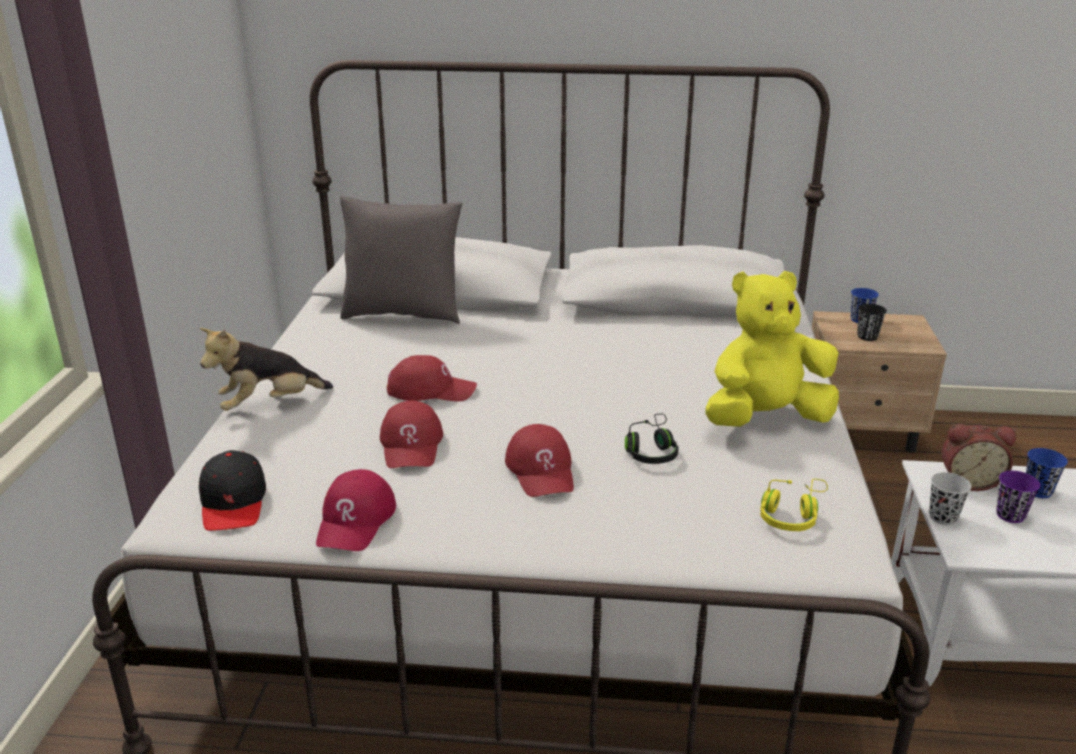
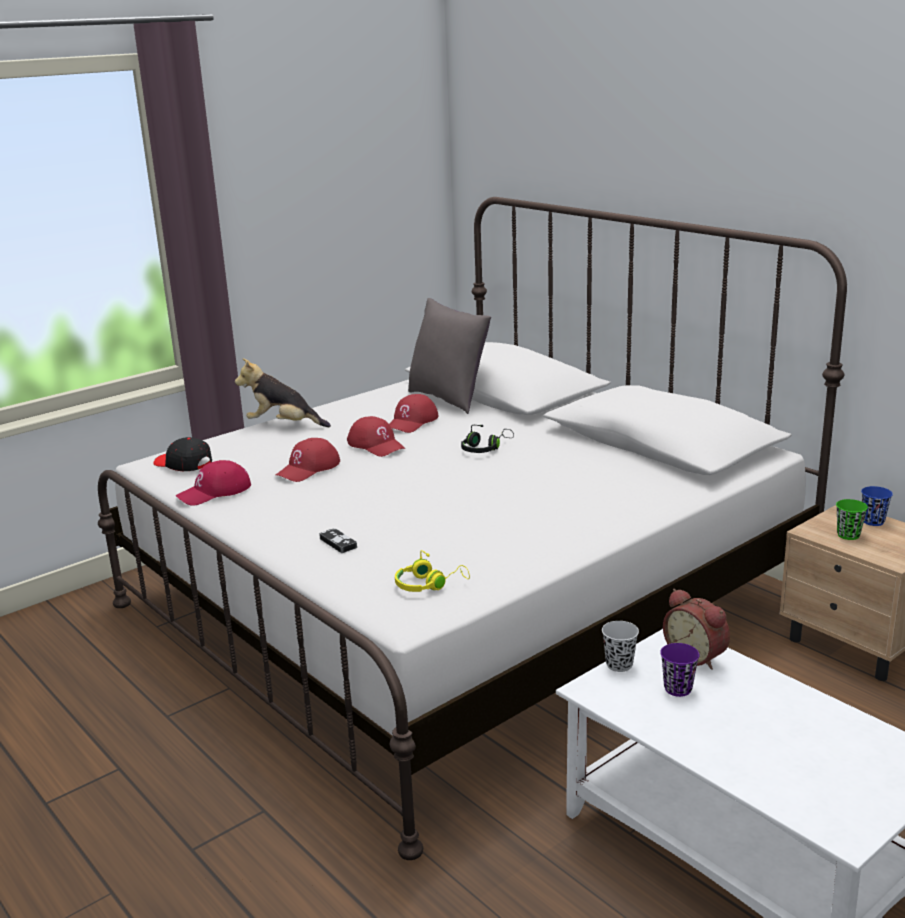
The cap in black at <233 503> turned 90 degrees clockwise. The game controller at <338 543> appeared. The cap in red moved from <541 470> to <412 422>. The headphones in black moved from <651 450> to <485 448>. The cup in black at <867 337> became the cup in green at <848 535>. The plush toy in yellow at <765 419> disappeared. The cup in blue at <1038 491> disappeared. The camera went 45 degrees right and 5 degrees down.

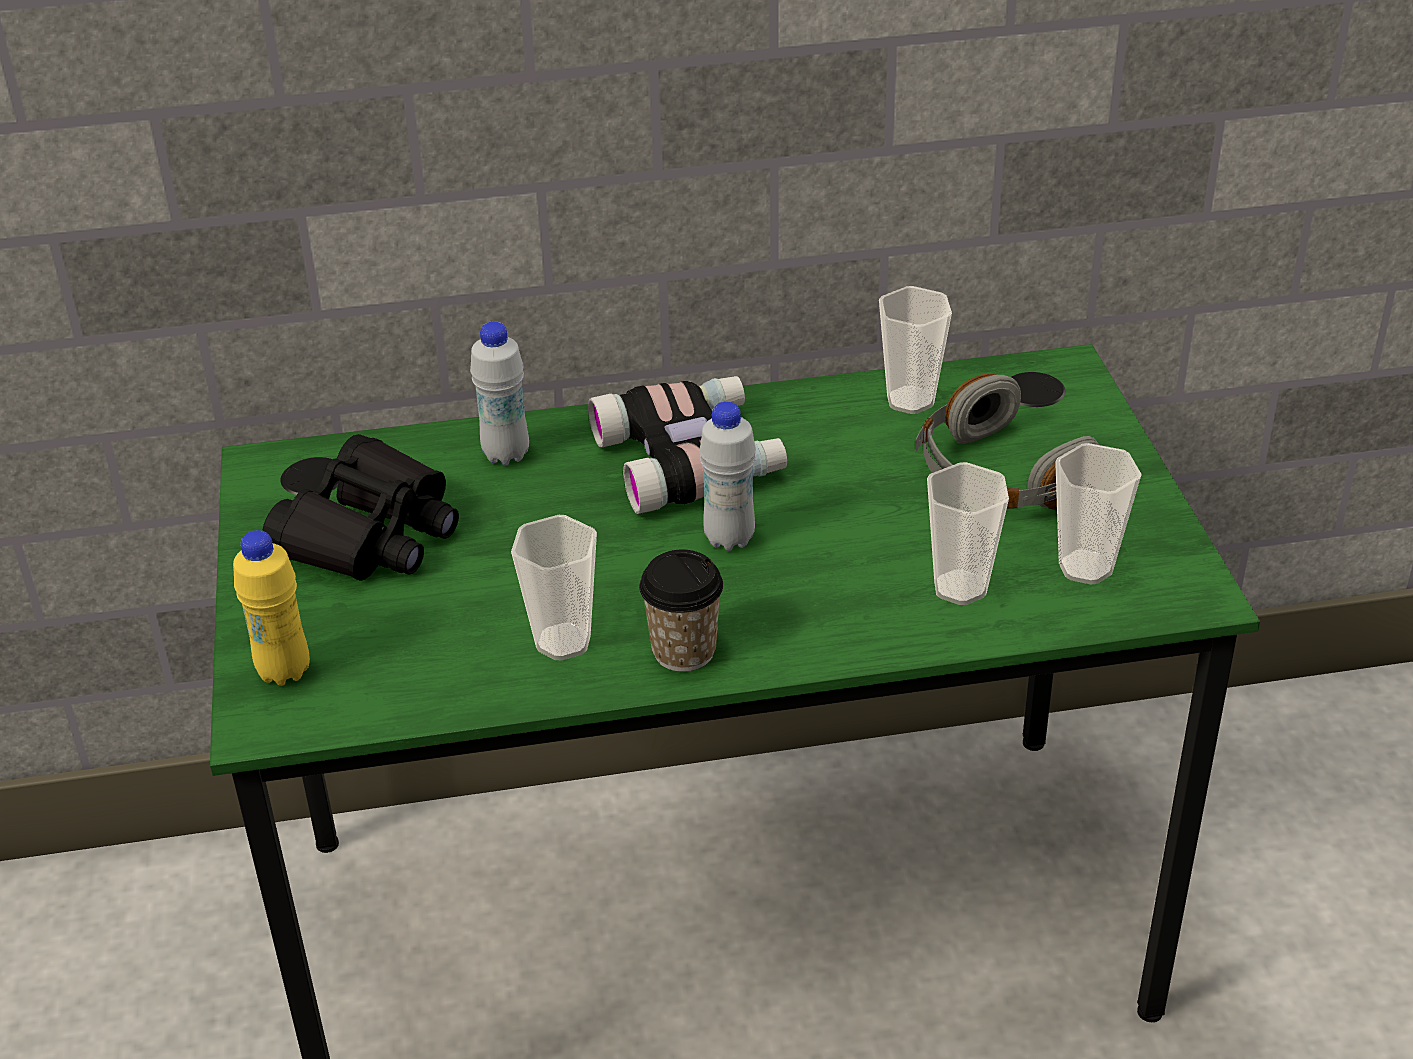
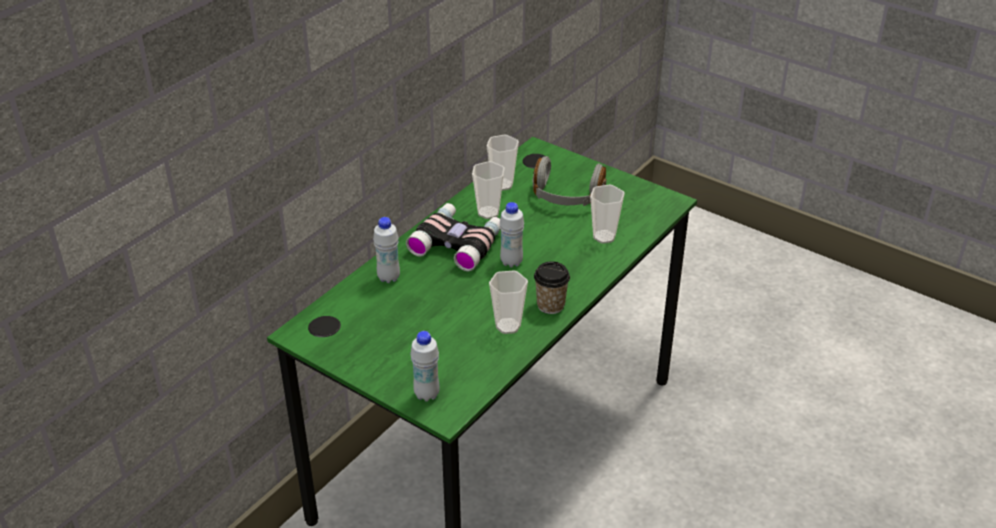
The bottle in yellow at <284 671> became the bottle in white at <426 394>. The cup moved from <1085 567> to <488 213>. The binoculars in black at <371 534> disappeared. The camera went 45 degrees left and 0 degrees up.

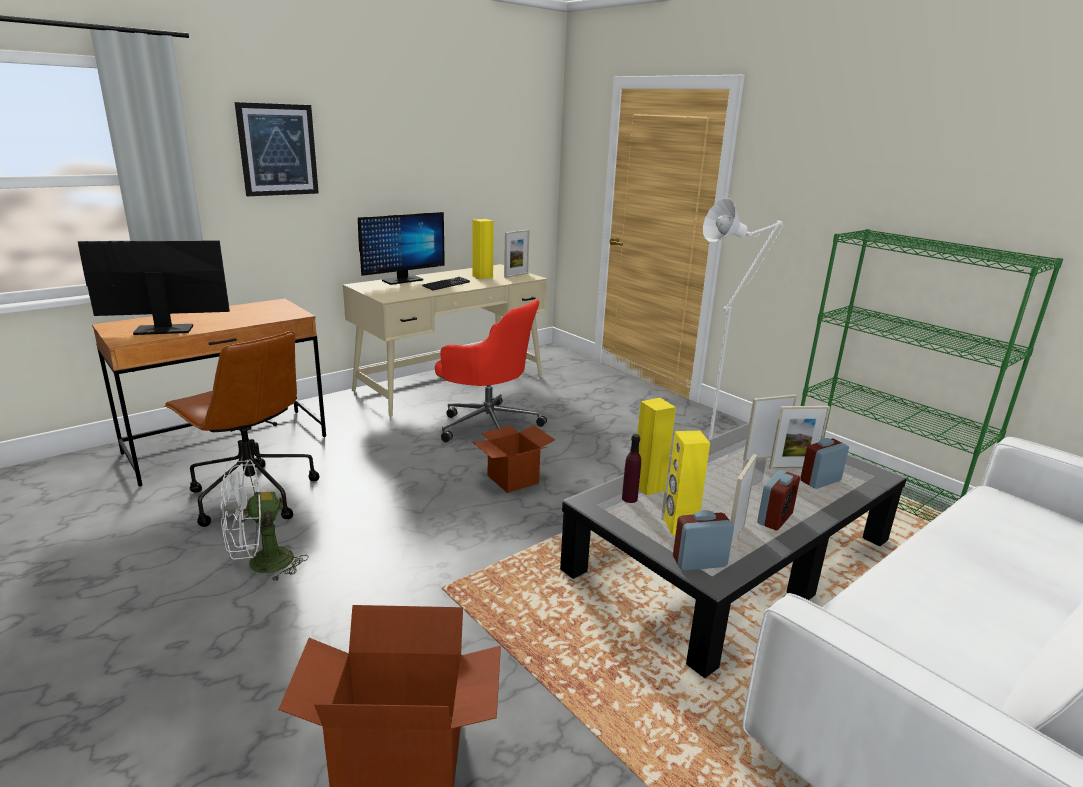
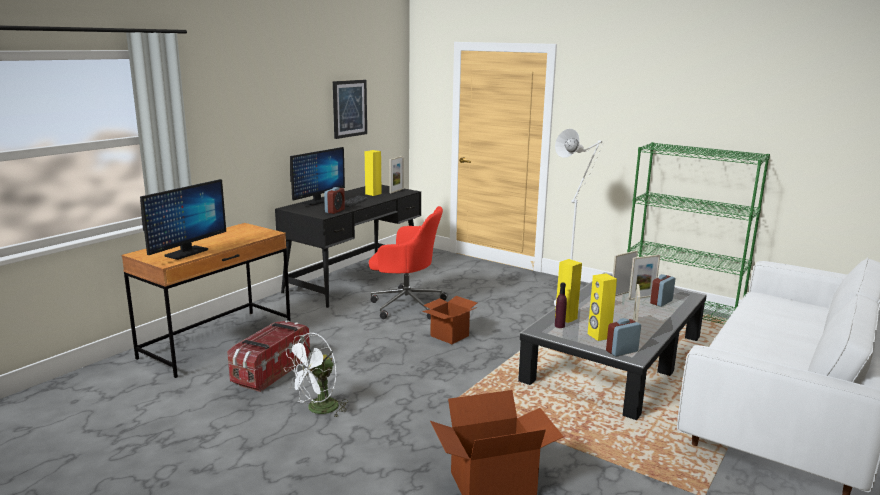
The monitor at <164 330> turned 150 degrees clockwise. The office chair in brown at <252 495> was replaced by the storage box at <270 371>. The desk in beige at <451 382> became the desk in black at <354 279>. The alarm clock moved from <774 519> to <335 211>. The picture moved from <278 150> to <349 108>. The camera went 15 degrees left and 5 degrees down.

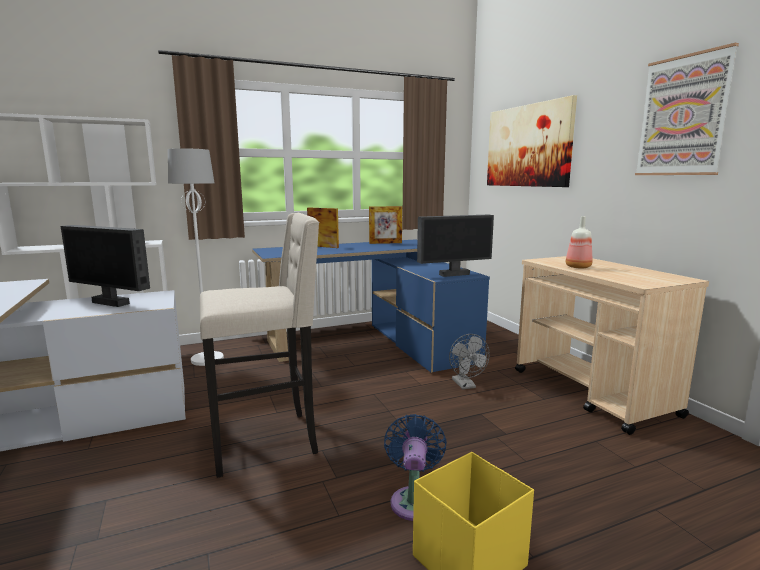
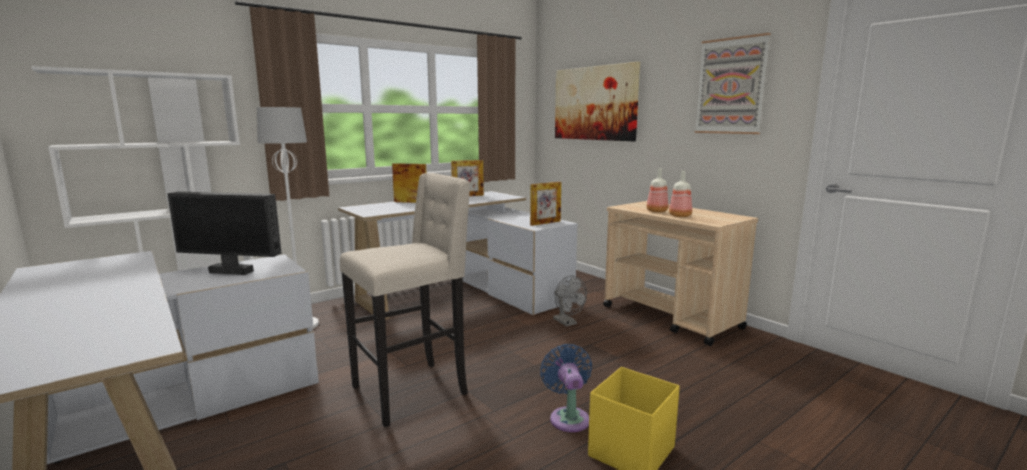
The desk in blue at <374 343> became the desk in white at <465 294>. The monitor at <453 274> was replaced by the picture frame at <545 223>. The bottle at <680 216> appeared. The camera went 15 degrees left and 0 degrees up.

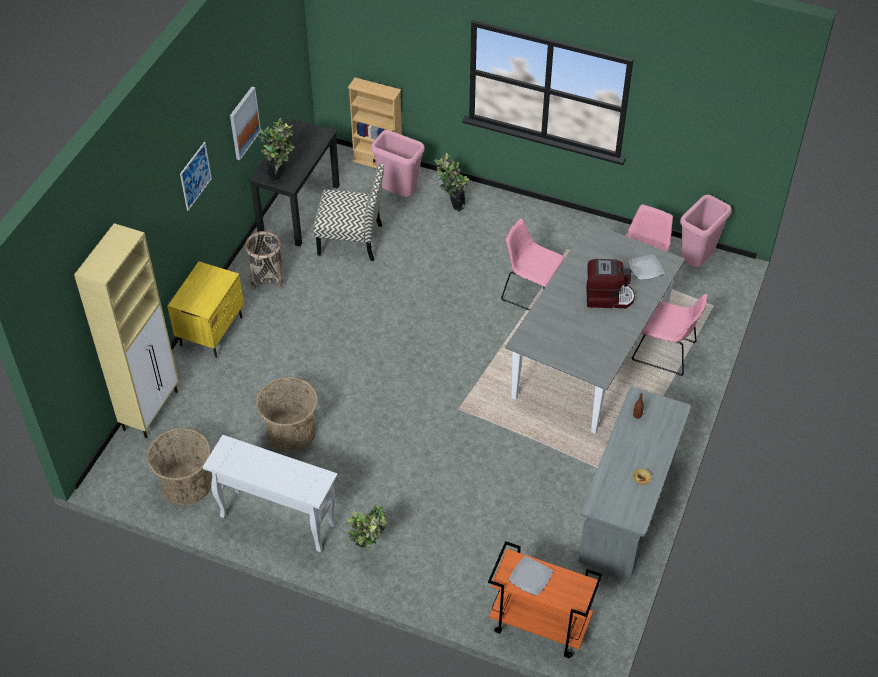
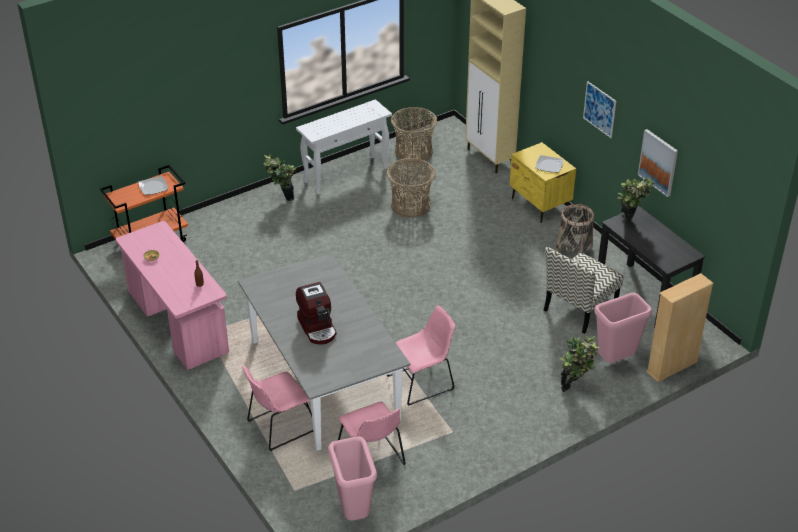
The desk in grey at <628 507> became the desk in pink at <177 323>. The coffee machine at <608 297> turned 60 degrees counterclockwise. The plate moved from <645 268> to <549 165>. The camera went 125 degrees right and 10 degrees down.

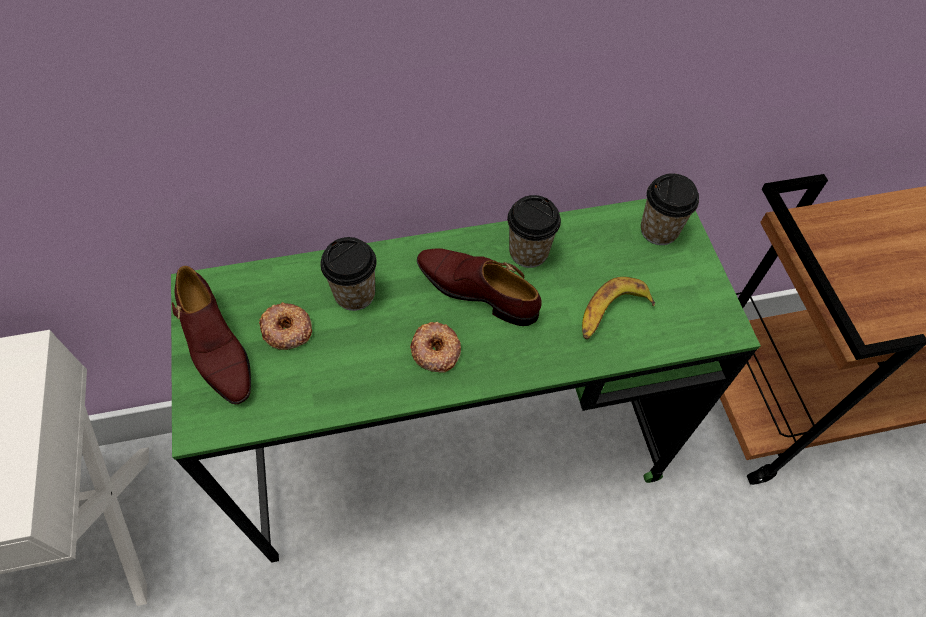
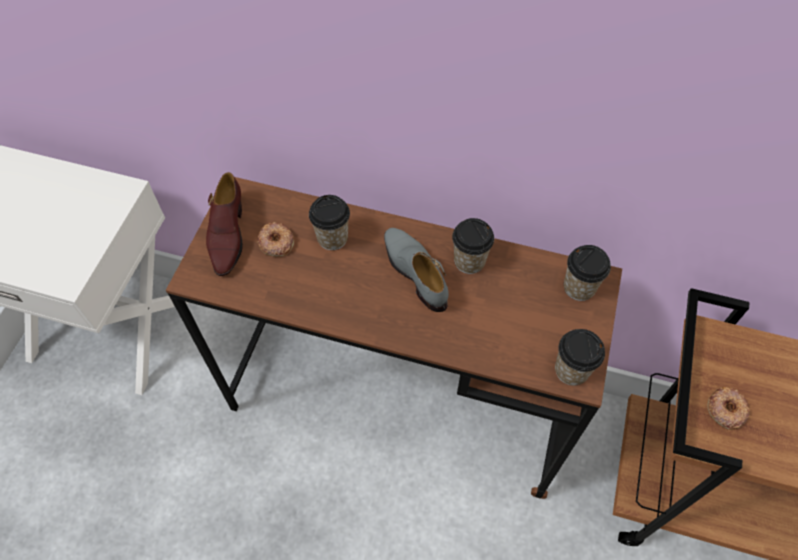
The desk in green at <456 454> became the desk in brown at <397 401>. The shoe in brown at <477 291> became the shoe in grey at <415 272>. The cup at <571 370> appeared. The donut moved from <435 350> to <726 409>. The banana at <611 313> disappeared. The camera went 30 degrees right and 0 degrees up.

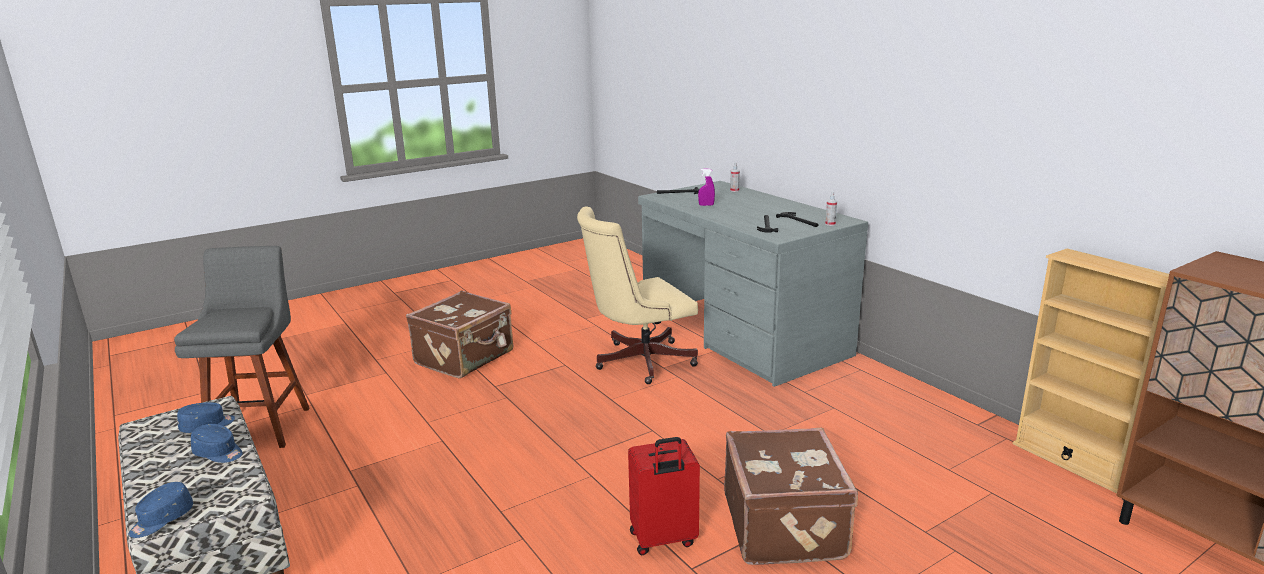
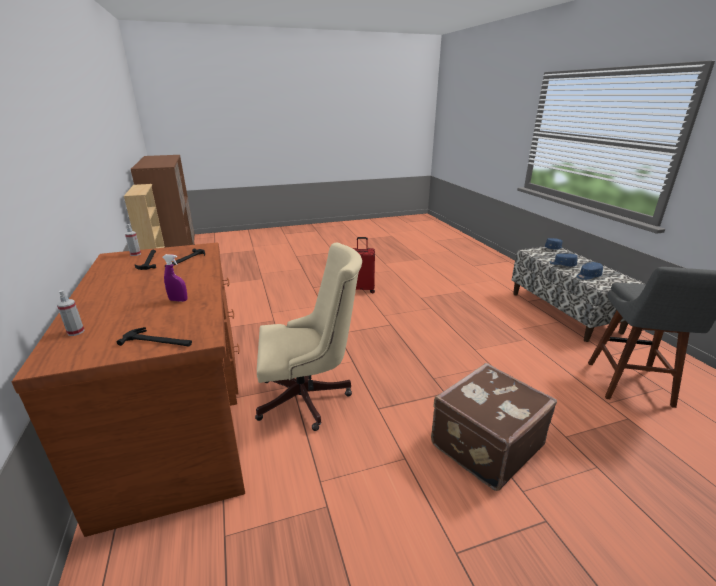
The desk in grey at <741 334> became the desk in brown at <180 417>. The suitcase in brown at <785 526> disappeared. The camera went 165 degrees left and 5 degrees up.

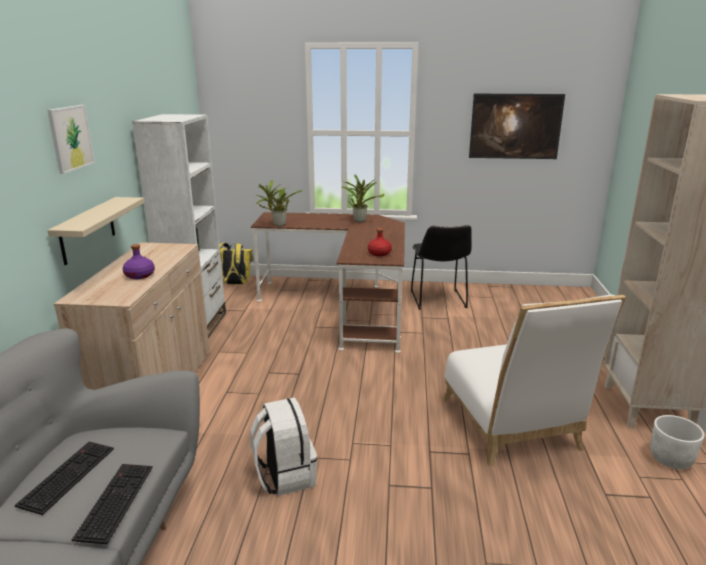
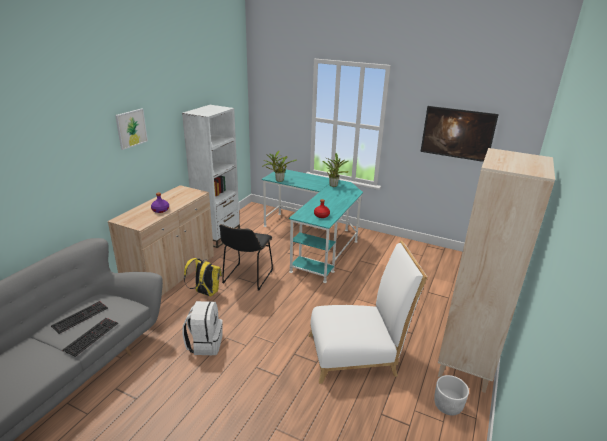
The backpack in yellow moved from <235 284> to <205 293>. The chair in black moved from <438 301> to <247 278>. The desk in brown at <344 306> became the desk in turquoise at <314 241>. The chair in white at <512 428> turned 105 degrees counterclockwise. The shelf in beige at <87 230> disappeared. The camera went 20 degrees right and 5 degrees up.

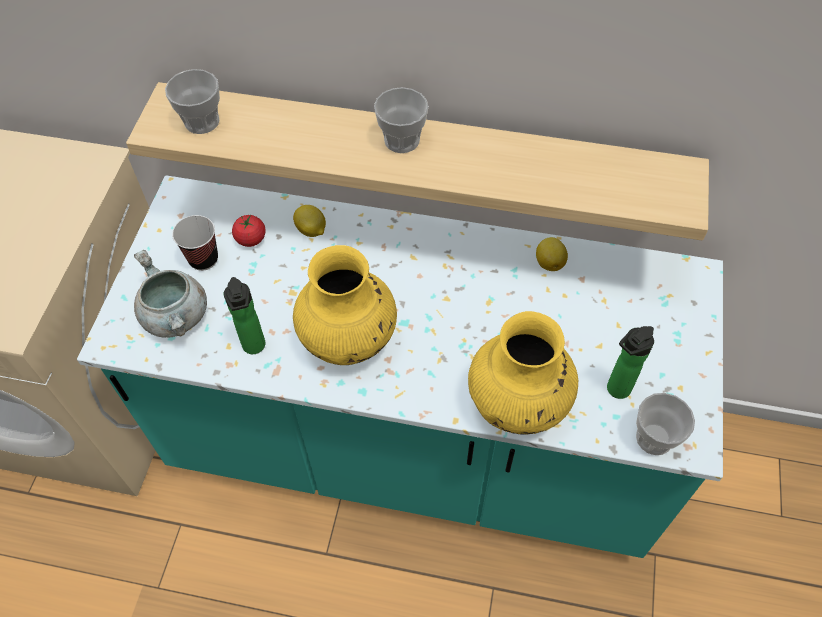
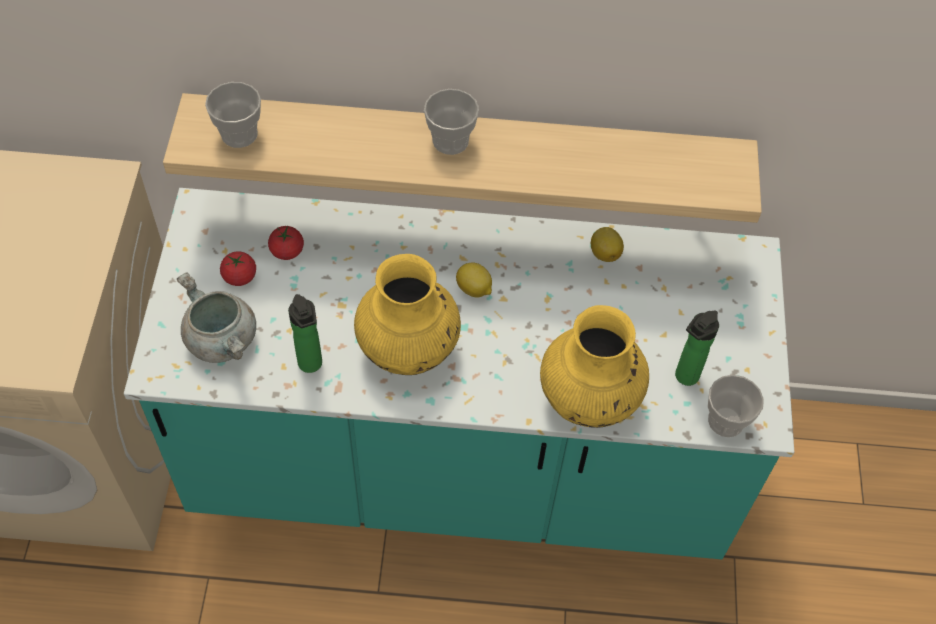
The cup at <203 259> was replaced by the tomato at <240 277>. The lemon moved from <311 231> to <474 289>. The camera went 10 degrees left and 0 degrees up.

